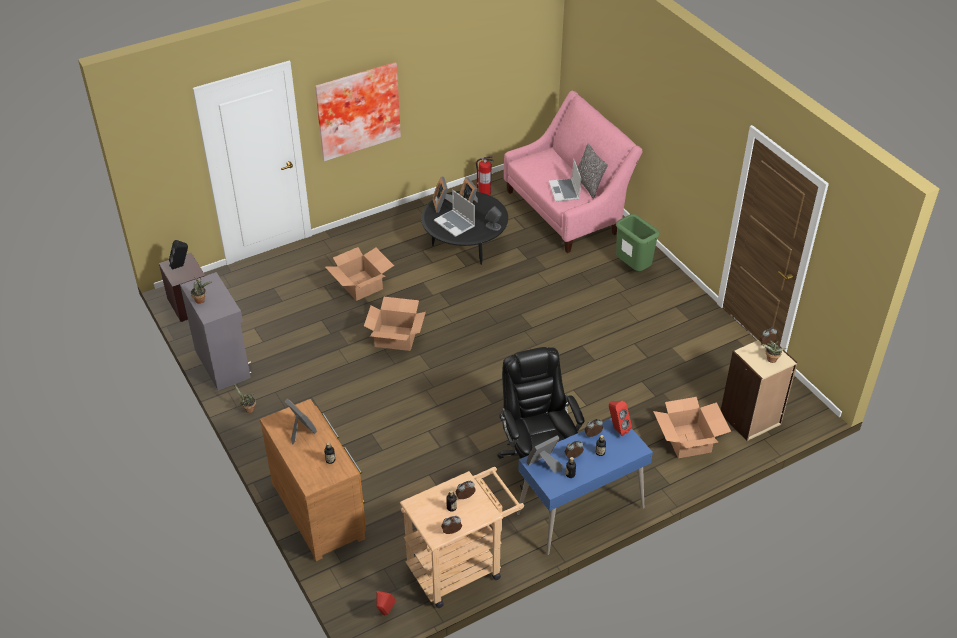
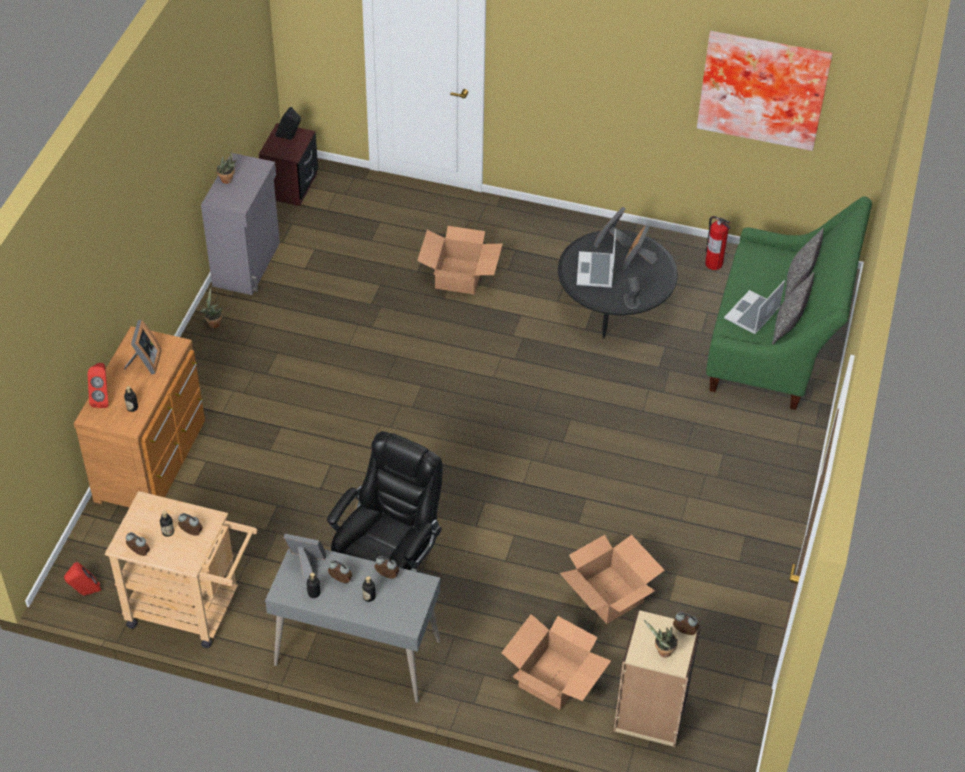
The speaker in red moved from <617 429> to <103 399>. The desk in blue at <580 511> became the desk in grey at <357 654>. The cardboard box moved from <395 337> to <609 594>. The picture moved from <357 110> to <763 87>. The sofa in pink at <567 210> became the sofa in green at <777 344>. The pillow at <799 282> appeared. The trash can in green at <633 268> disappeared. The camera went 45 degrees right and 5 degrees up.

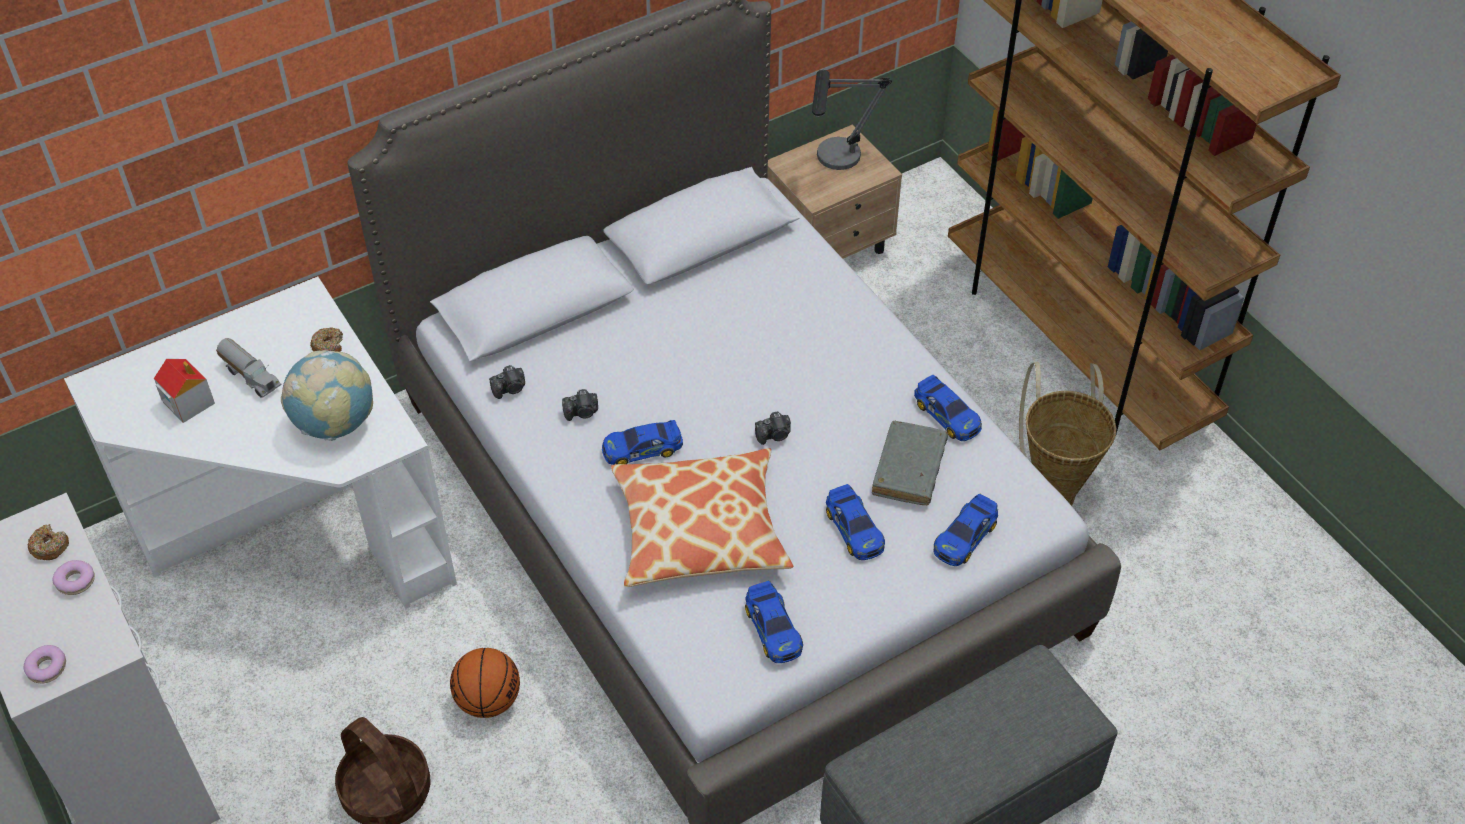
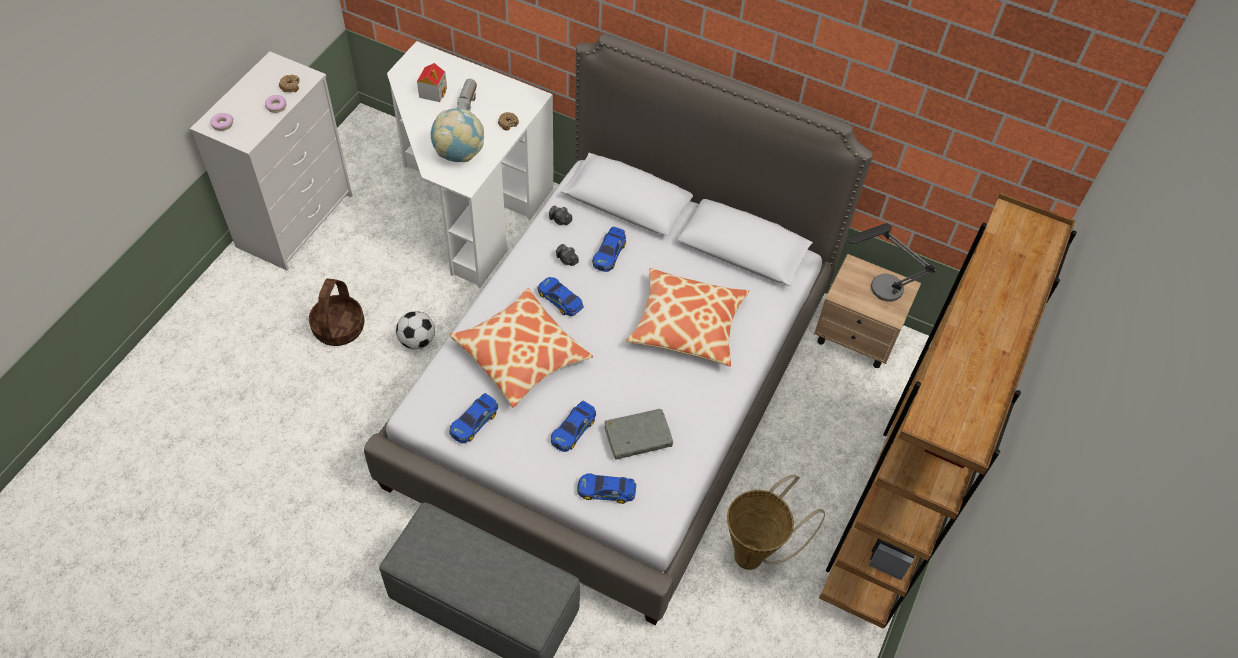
The basketball at <488 700> was replaced by the football at <417 340>. The toy car moved from <947 415> to <609 253>. The pillow at <687 324> appeared. The photo camera at <774 435> disappeared. The camera went 55 degrees right and 5 degrees up.

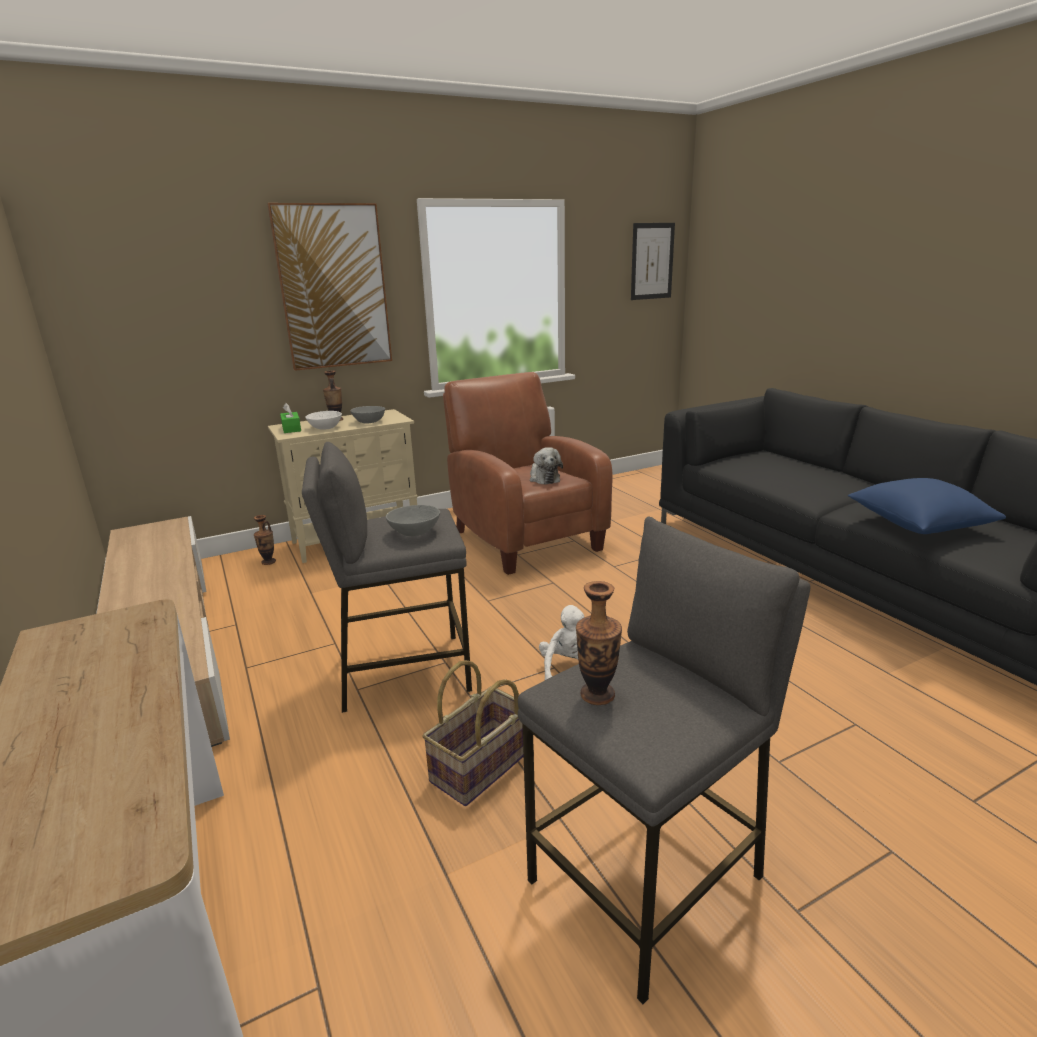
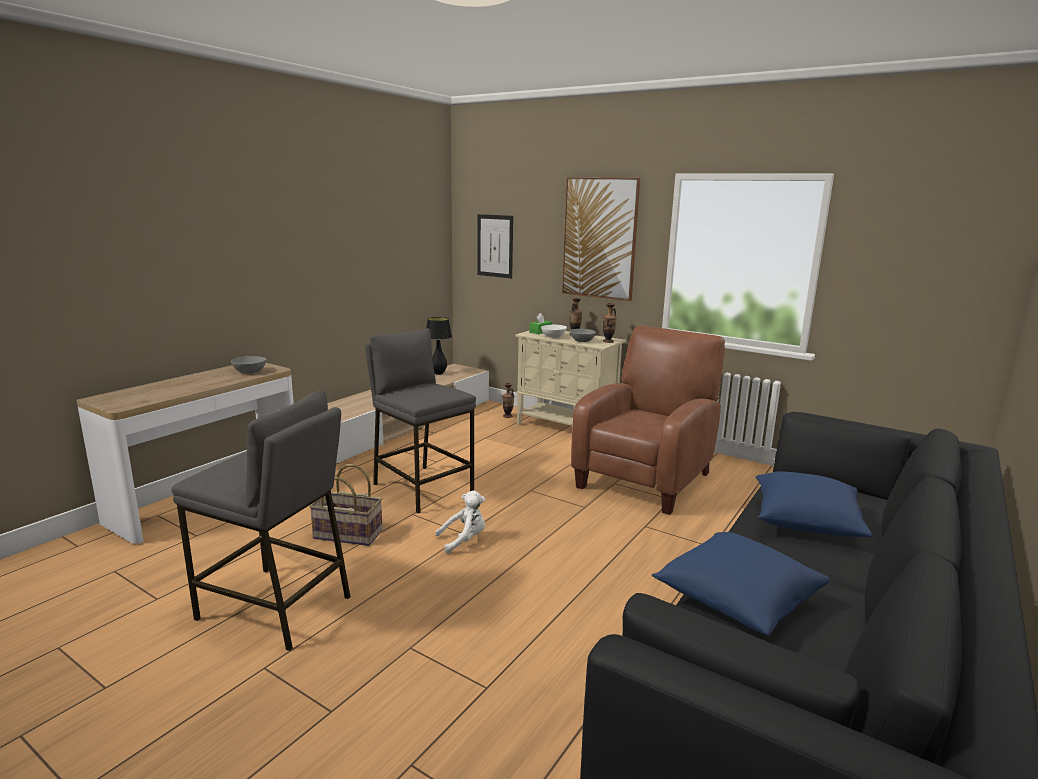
The bowl in grey moved from <415 532> to <249 372>. The table lamp in black at <438 373> appeared. The picture moved from <652 261> to <495 246>. The vase moved from <597 695> to <608 341>. The pillow in blue at <805 522> appeared. The plush toy at <543 478> disappeared. The camera went 60 degrees right and 5 degrees down.

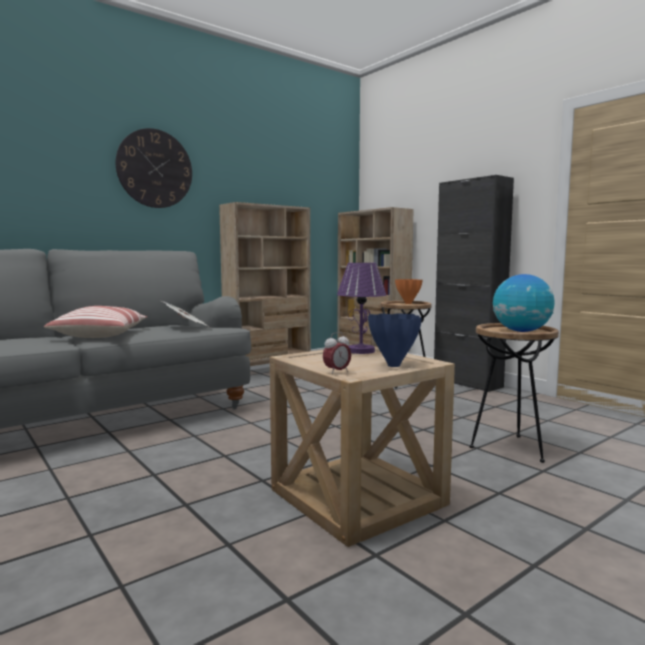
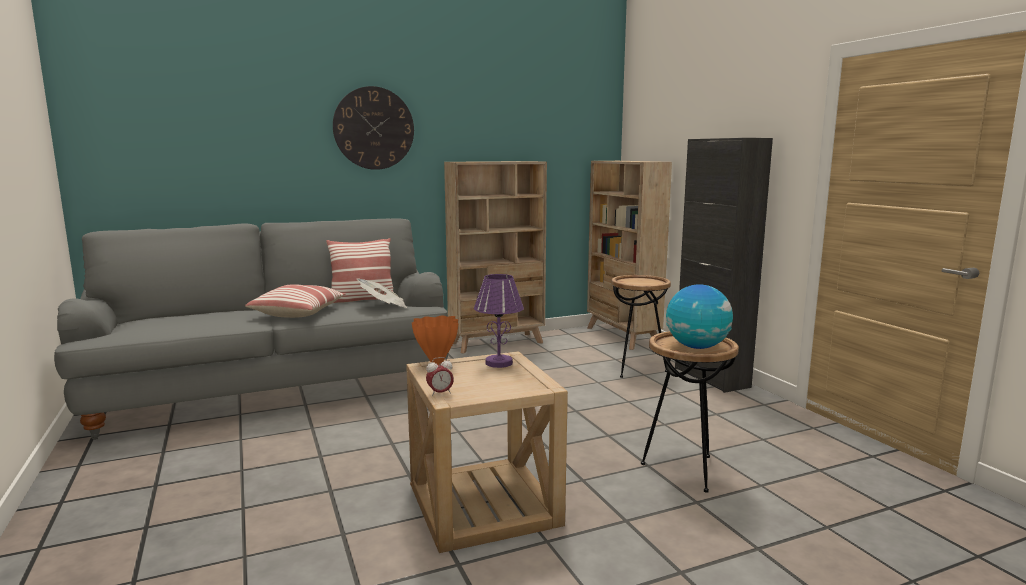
The pillow at <362 299> appeared. The vase in orange moved from <408 303> to <436 364>. The vase in blue at <393 365> disappeared. The camera went 15 degrees right and 5 degrees up.

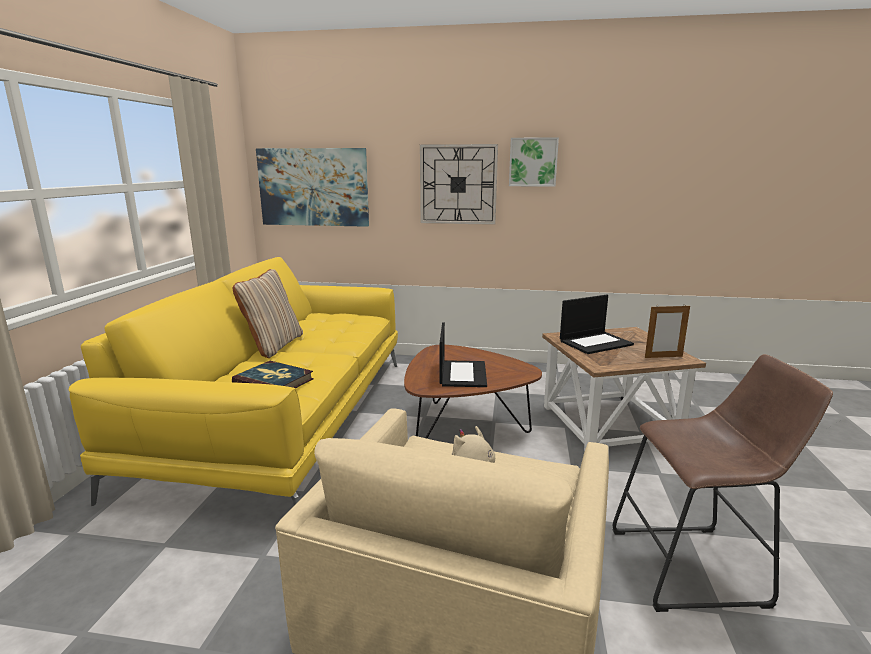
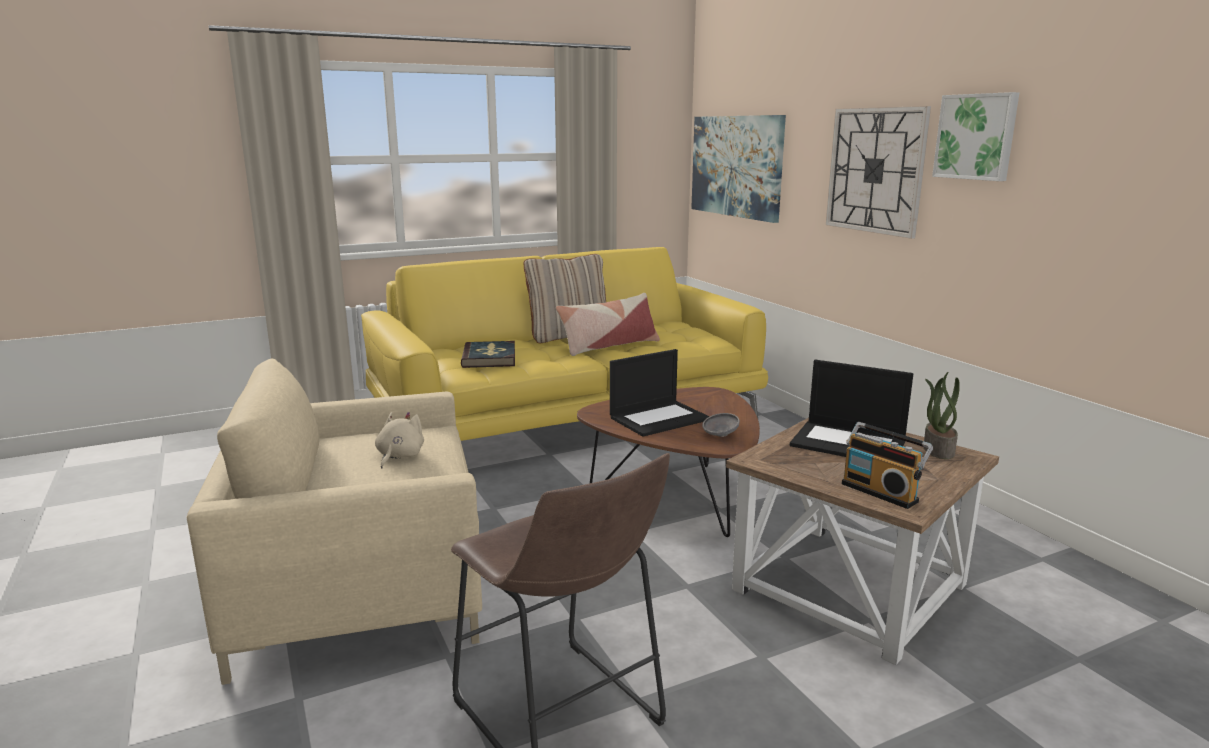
The pillow at <609 346> appeared. The bowl in grey at <719 435> appeared. The picture frame at <663 357> was replaced by the radio at <881 492>. The potted plant at <937 450> appeared. The camera went 55 degrees right and 0 degrees up.

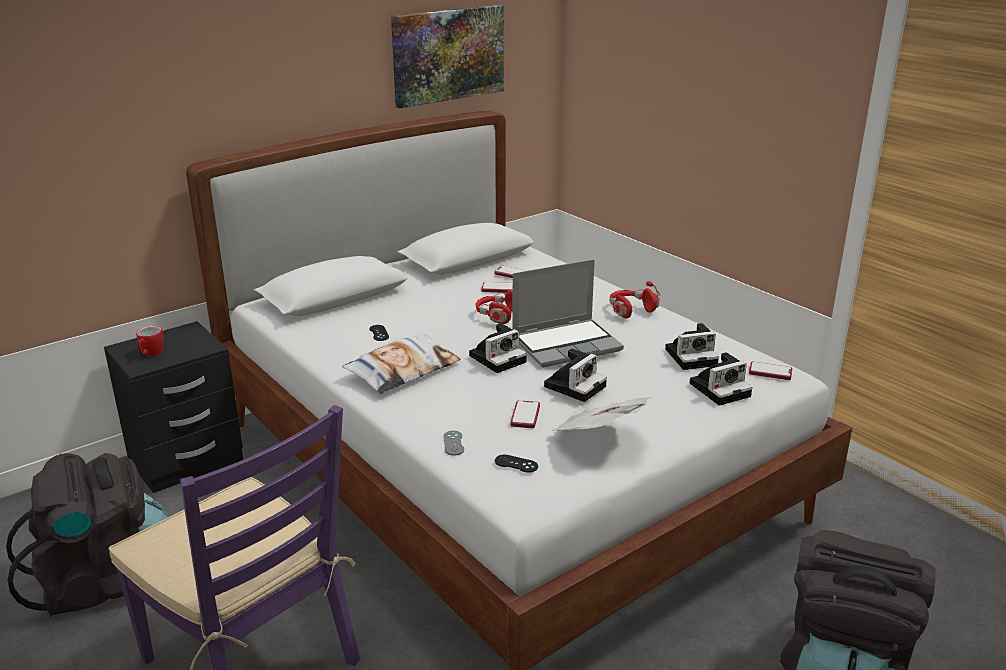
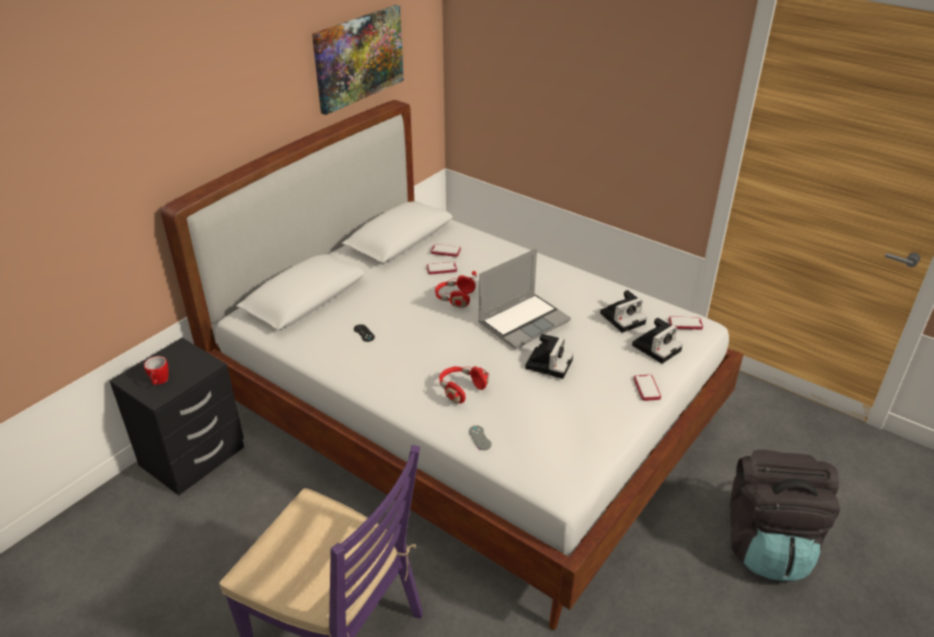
The headphones in red moved from <630 310> to <461 389>. The phone moved from <525 415> to <647 388>. The backpack in black at <103 580> disappeared. The pillow at <402 370> disappeared. The photo camera at <498 358> disappeared. The game controller in black at <516 464> disappeared. The newspaper at <599 436> disappeared. The camera went 15 degrees left and 10 degrees up.

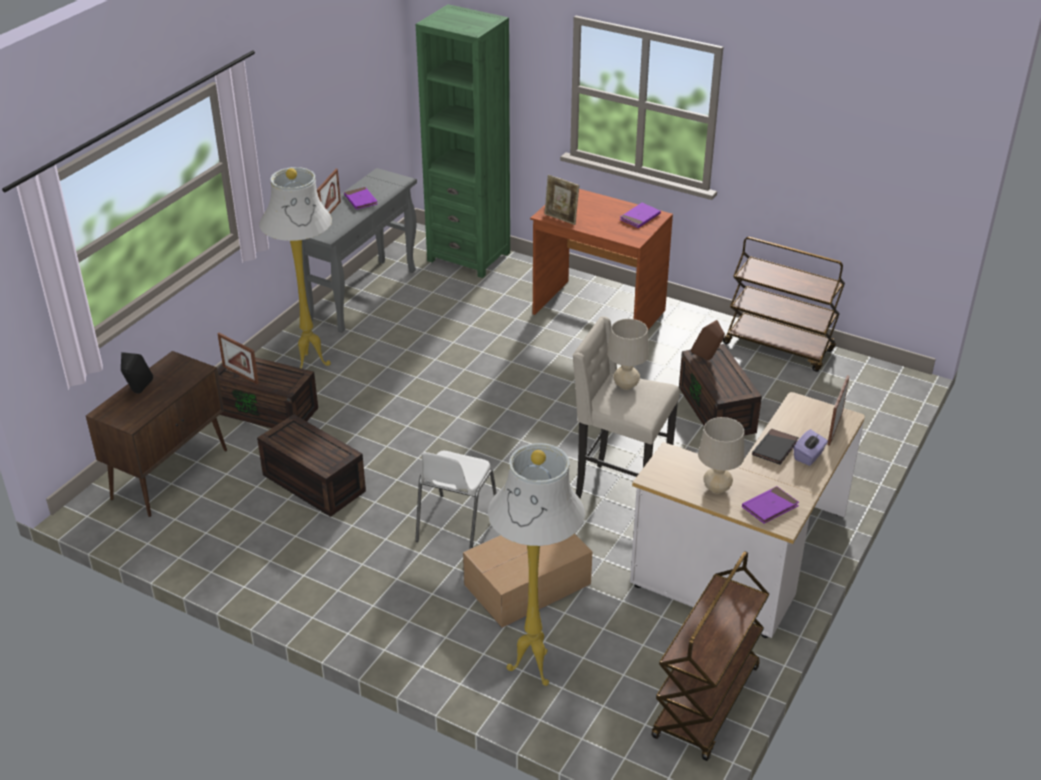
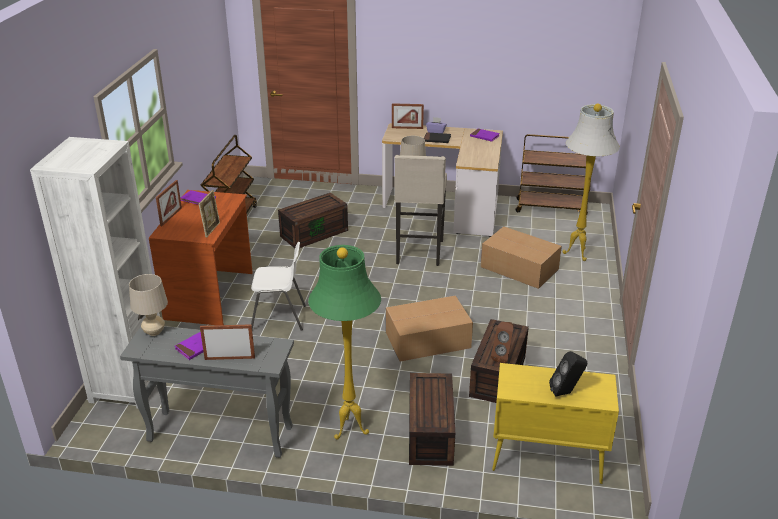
The bookcase in green at <469 256> became the bookcase in white at <129 384>. The table lamp in beige moved from <717 488> to <154 332>. The picture frame moved from <240 375> to <171 217>. The chair in white moved from <455 525> to <279 318>. The floor lamp in white at <312 363> became the floor lamp in green at <348 429>. The cardboard box at <429 340> appeared. The speaker in brown moved from <707 359> to <503 357>. The cabinet in brown at <171 474> became the cabinet in yellow at <545 460>. The camera went 110 degrees left and 5 degrees down.

